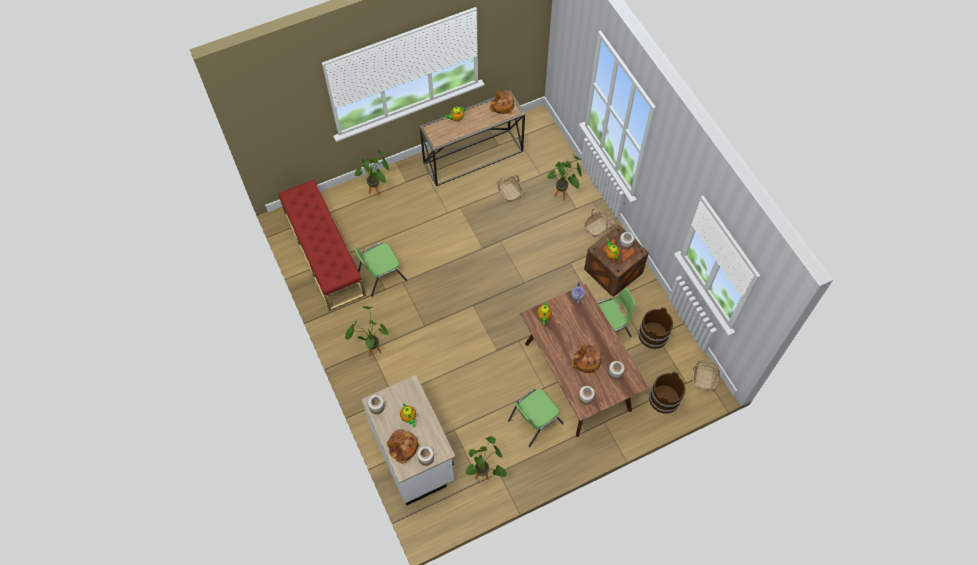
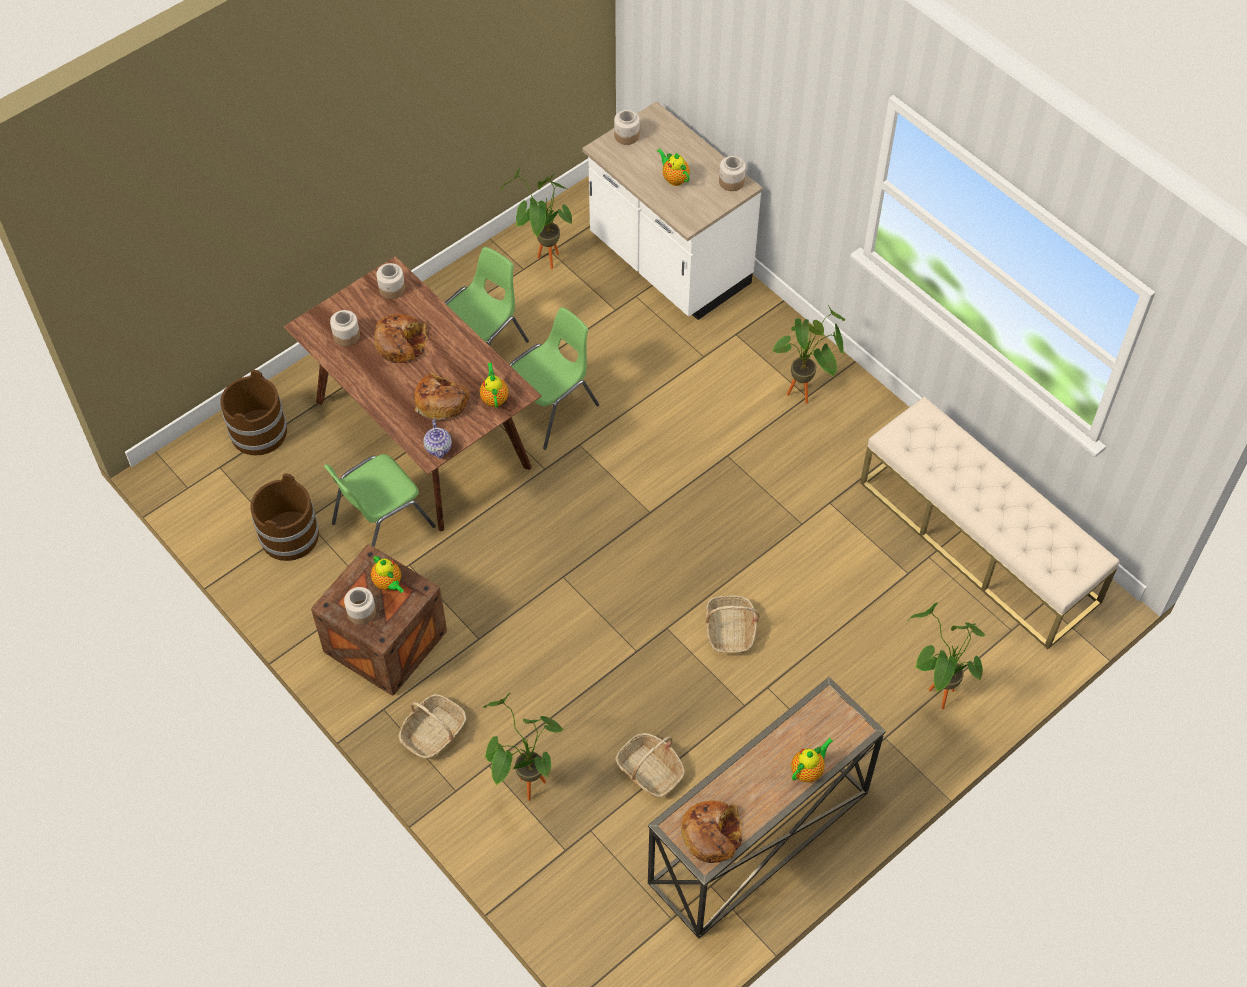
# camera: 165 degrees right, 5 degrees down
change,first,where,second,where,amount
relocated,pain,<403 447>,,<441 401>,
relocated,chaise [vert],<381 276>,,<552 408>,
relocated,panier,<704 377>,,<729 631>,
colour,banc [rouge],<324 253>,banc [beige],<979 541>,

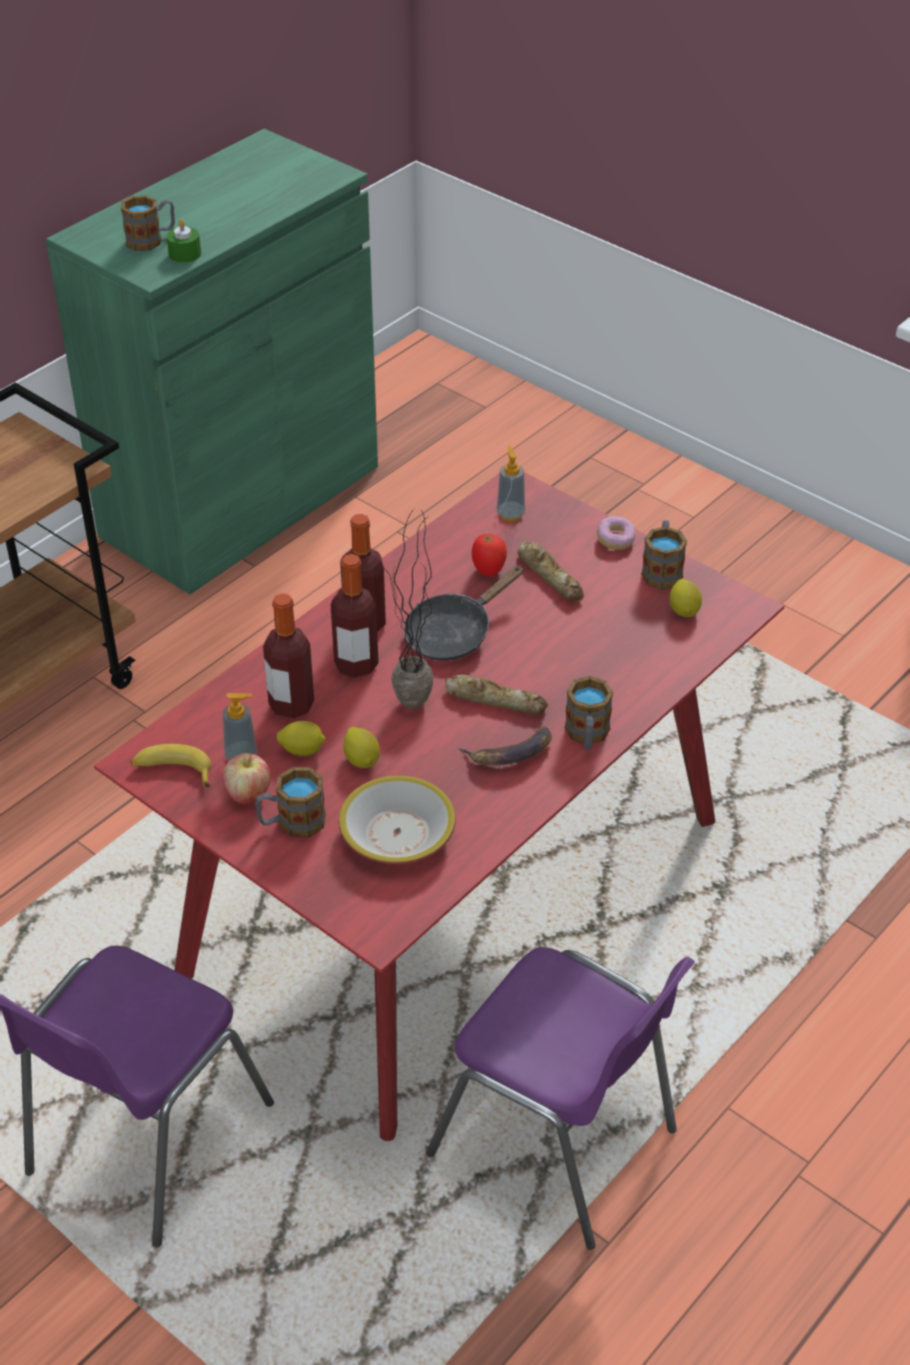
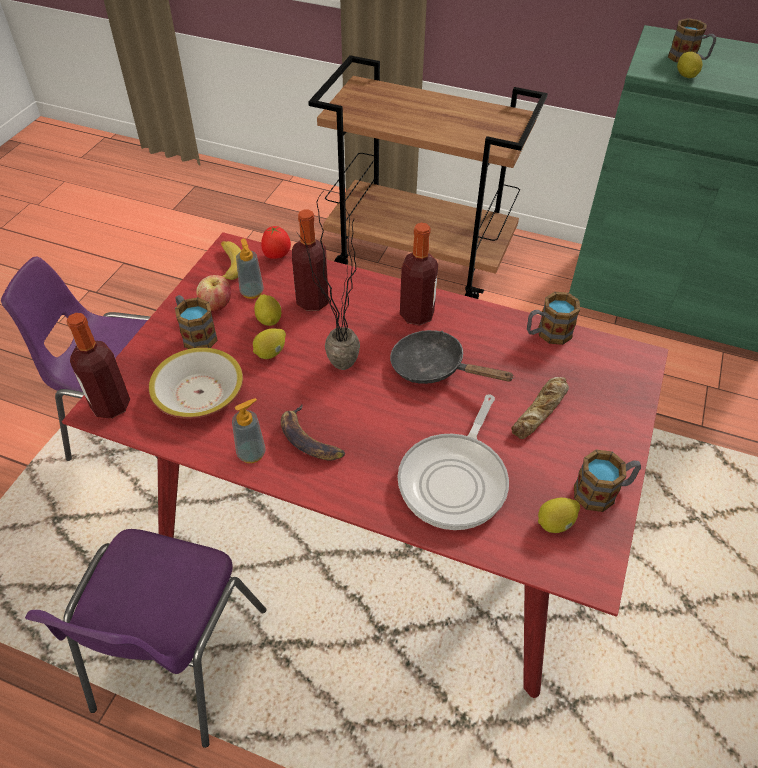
# camera: 70 degrees right, 5 degrees up
change,first,where,second,where,amount
relocated,bouteille,<356 665>,,<111 405>,
relocated,distributeur de savon,<510 514>,,<251 453>,
relocated,tomate,<488 570>,,<277 256>,
appeared,,,poêle,<455 480>,
relocated,mug,<587 735>,,<547 334>,
exchanged,bougie [vert],<185 254>,citron,<686 75>,
missing,pain,<495 700>,,,
missing,beignet,<615 540>,,,

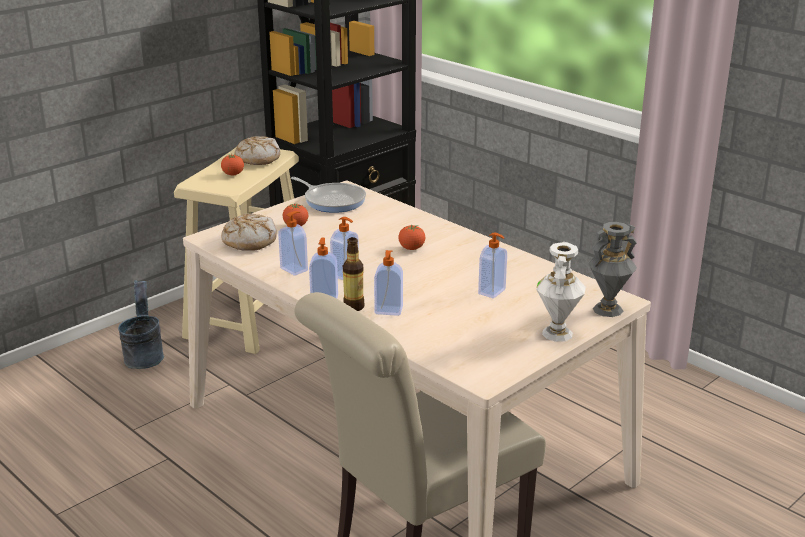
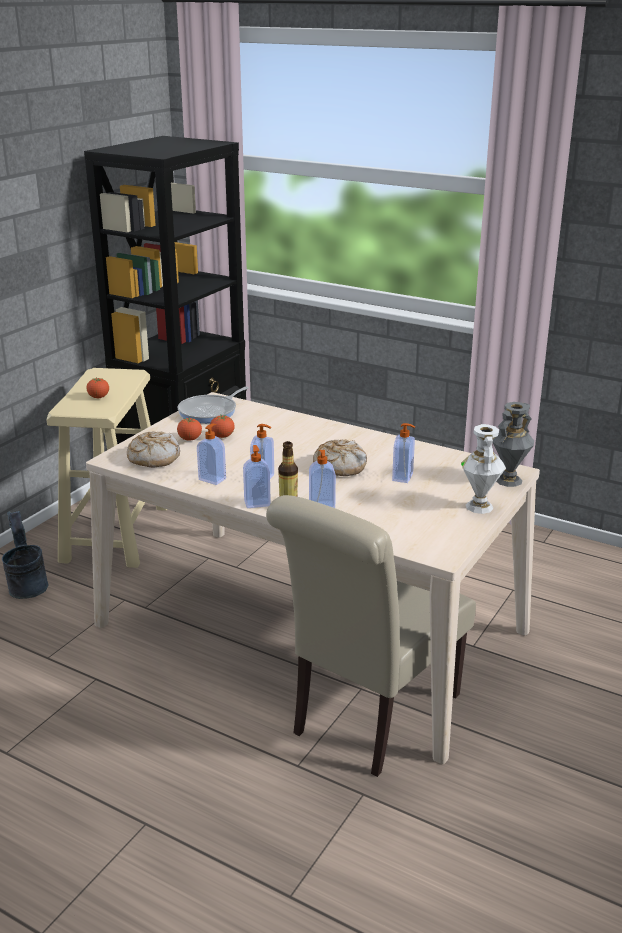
# camera: 15 degrees left, 0 degrees up
change,first,where,second,where,amount
spun,poêle,<332 200>,,<210 412>,105 degrees clockwise
relocated,tomate,<411 248>,,<222 436>,
relocated,pain,<257 158>,,<339 466>,

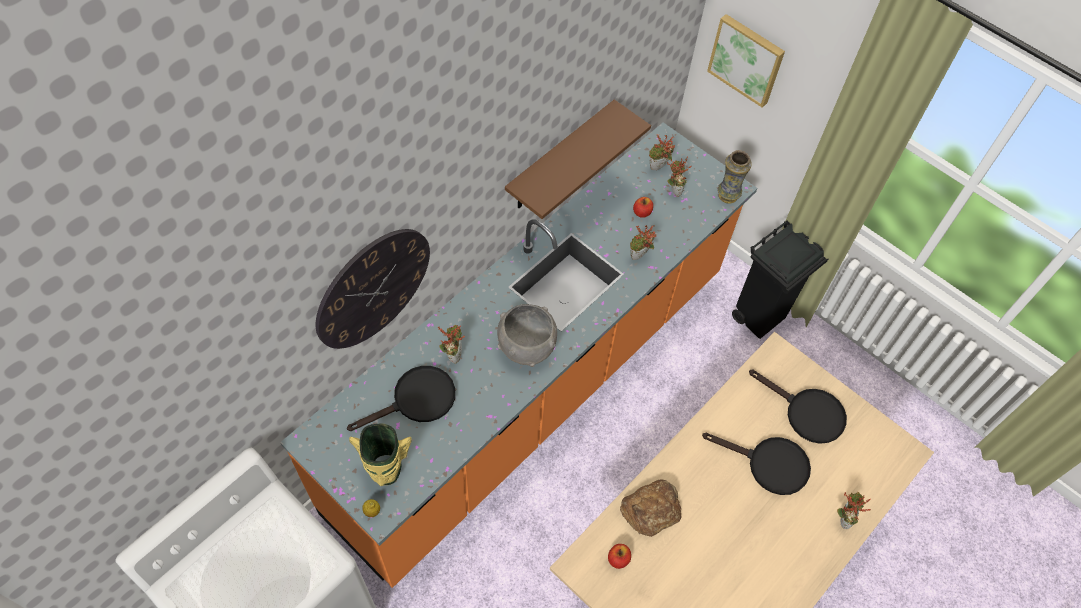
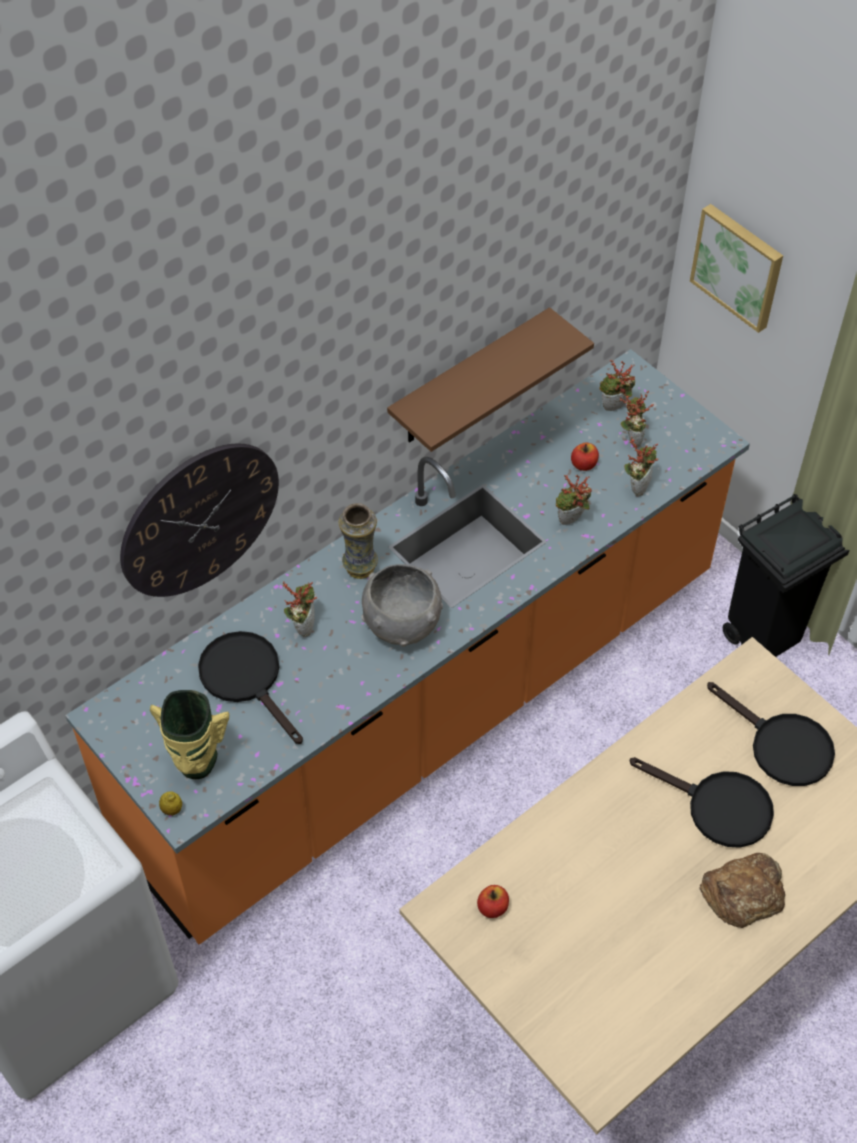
# camera: 10 degrees right, 5 degrees down
change,first,where,second,where,amount
spun,poêle [noir],<416 400>,,<247 679>,105 degrees counterclockwise
relocated,vase,<727 195>,,<360 567>,
relocated,plante en pot,<842 518>,,<637 486>,
relocated,pain,<651 509>,,<743 893>,

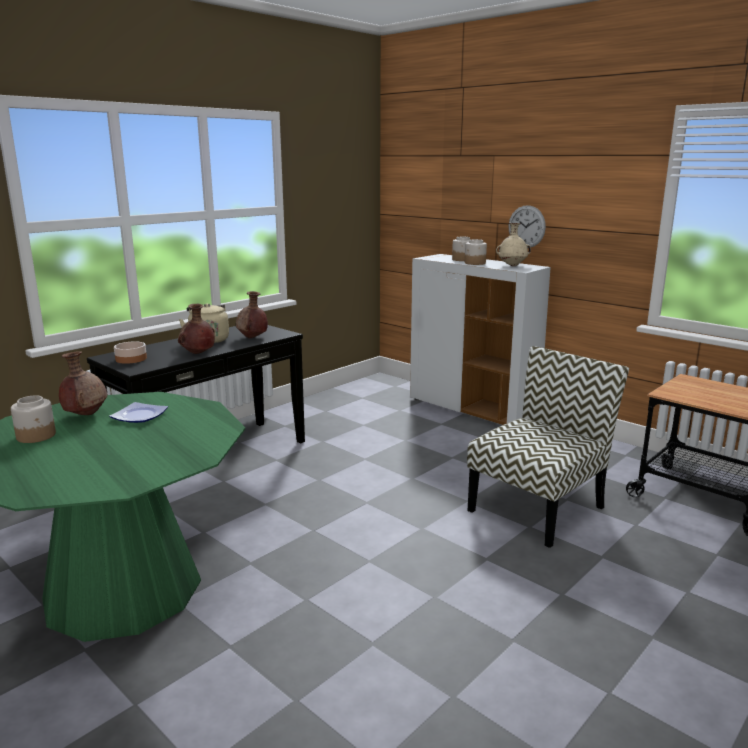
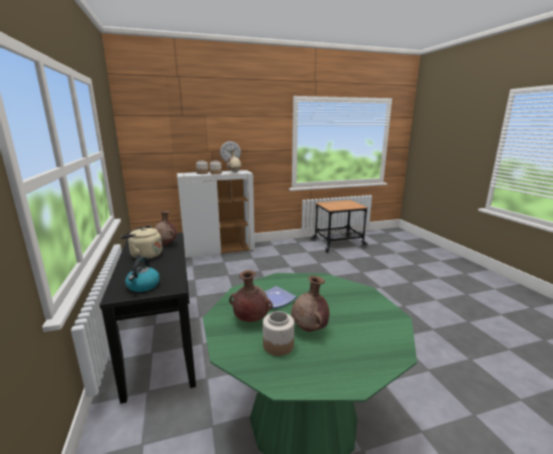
# camera: 60 degrees left, 0 degrees up
change,first,where,second,where,amount
exchanged,bol,<131 359>,bouilloire,<143 286>,
relocated,vase [marron],<197 354>,,<310 329>,
missing,chaise,<537 508>,,,

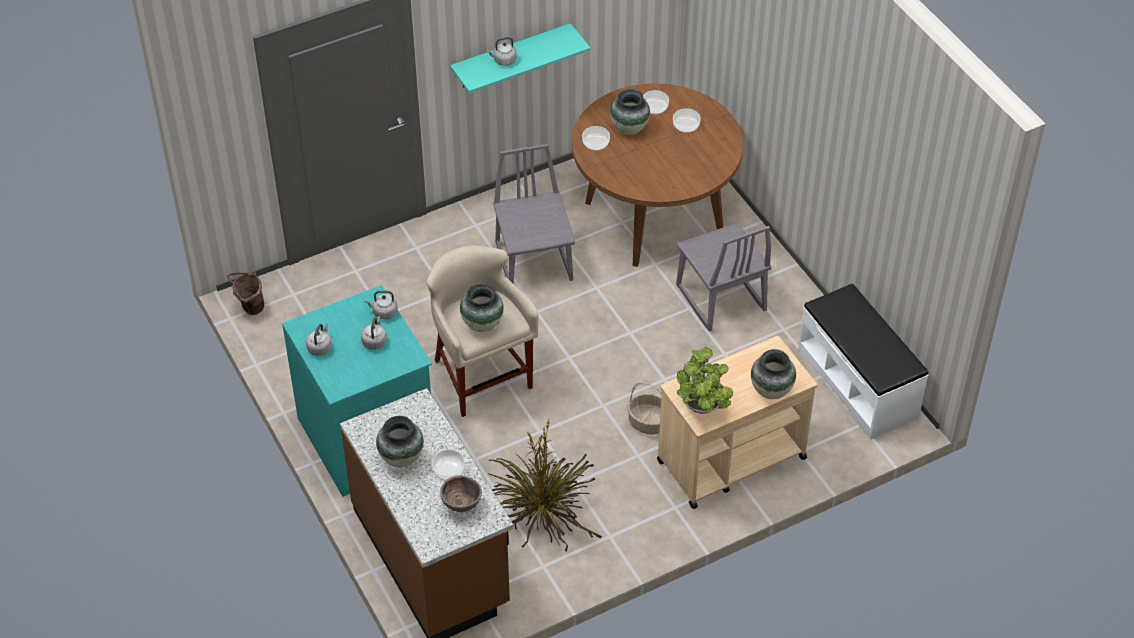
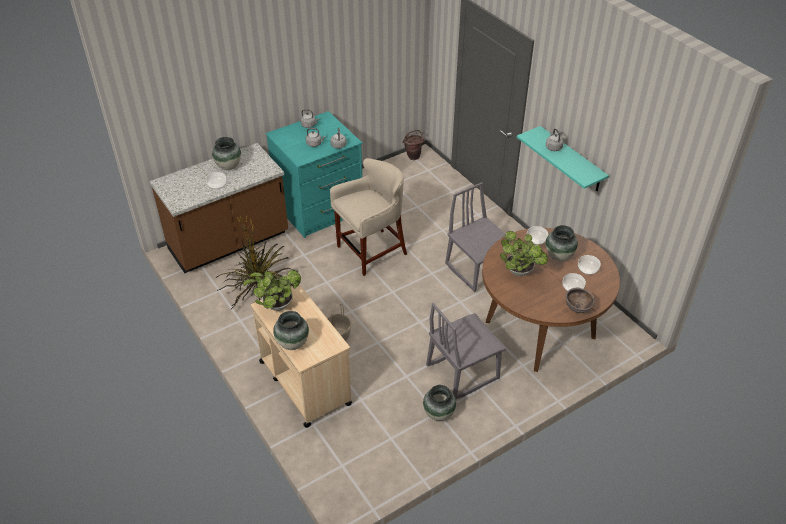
# camera: 85 degrees right, 5 degrees down
change,first,where,second,where,amount
relocated,vase,<482 324>,,<439 414>,
spun,chaise [gris],<535 262>,,<478 269>,105 degrees counterclockwise
appeared,,,plante en pot,<520 272>,
relocated,bol [marron],<461 505>,,<577 309>,
missing,banc [blanc],<858 383>,,,

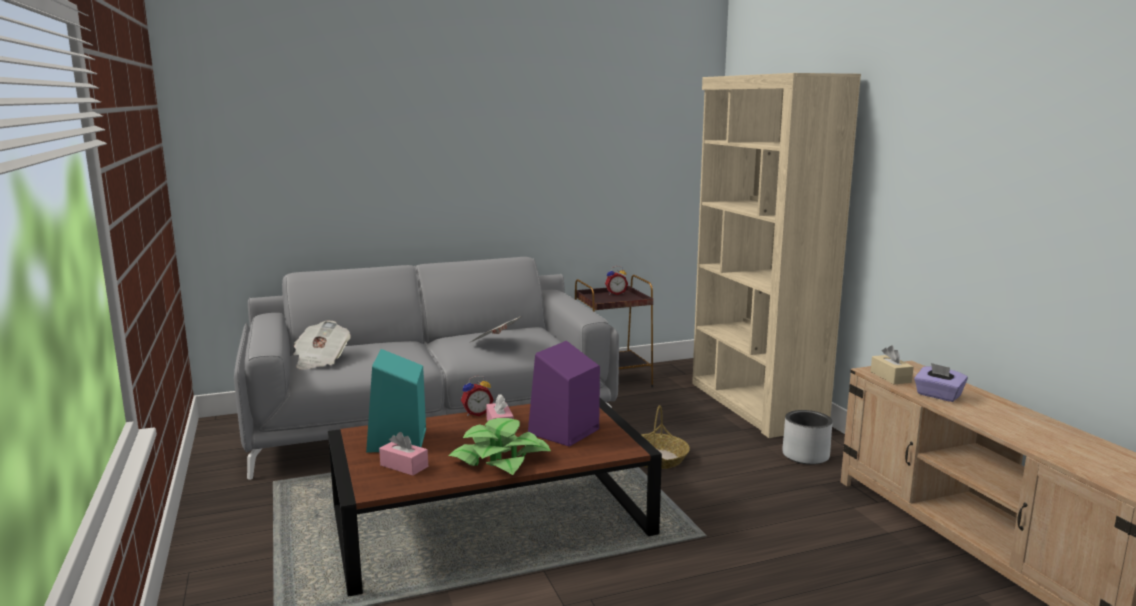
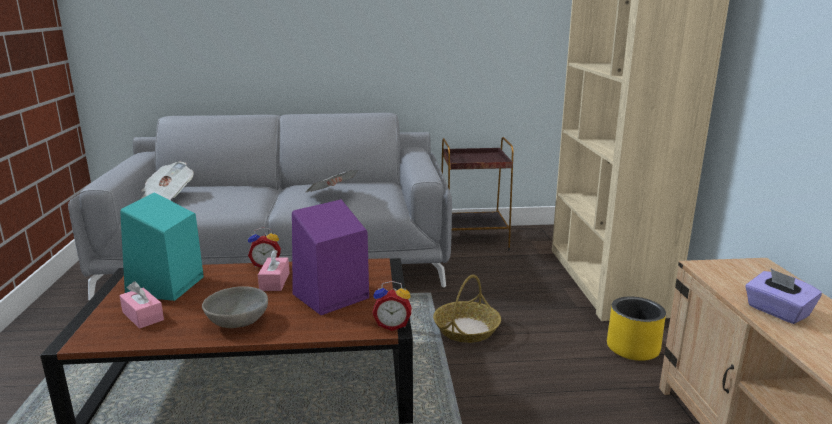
# camera: 15 degrees right, 5 degrees up
change,first,where,second,where,amount
exchanged,plante en pot,<500 460>,bol [gris],<238 322>,
relocated,réveil,<615 293>,,<392 325>,
colour,cache-pot [gris],<806 456>,cache-pot [jaune],<633 348>,
missing,boîte à mouchoirs [beige],<890 377>,,,

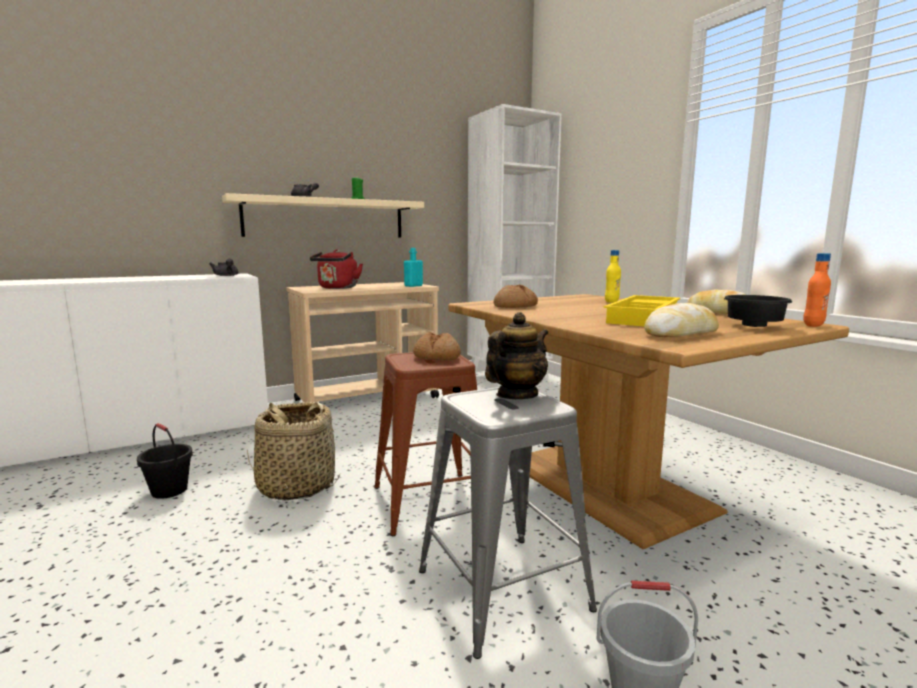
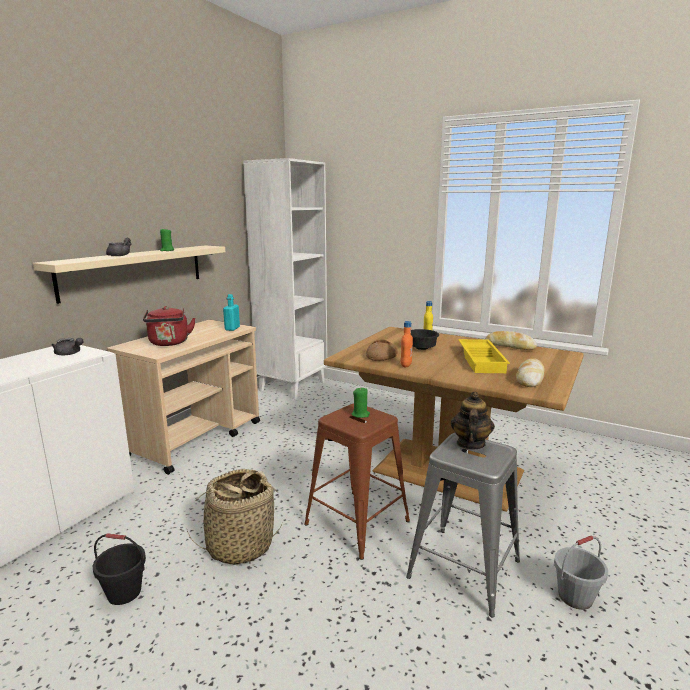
# camera: 30 degrees left, 5 degrees up
change,first,where,second,where,amount
exchanged,pain,<436 357>,bougie [vert],<360 414>,
relocated,bouteille [orange],<813 325>,,<406 365>,
relocated,bol [noir],<751 326>,,<420 348>,

